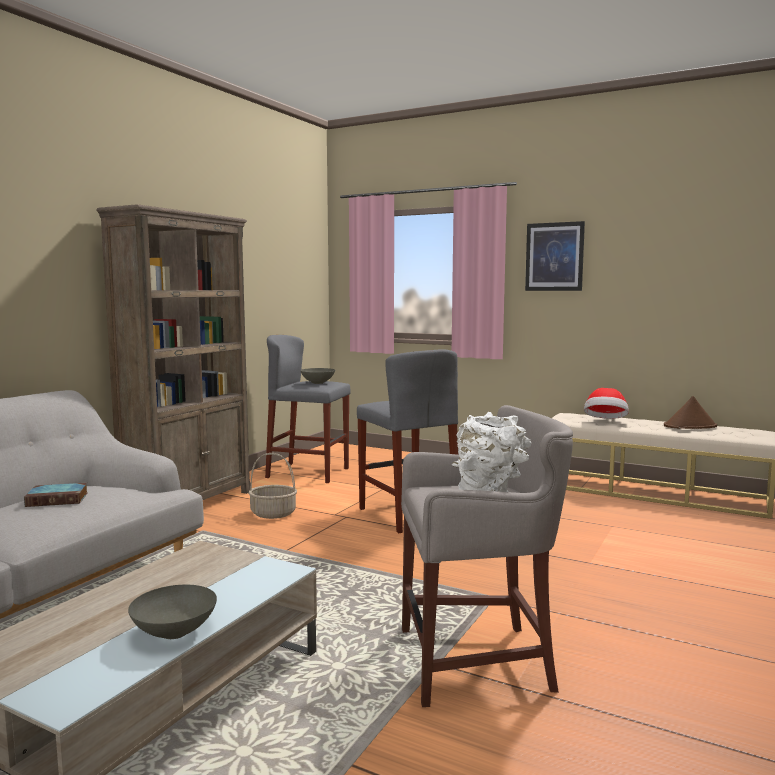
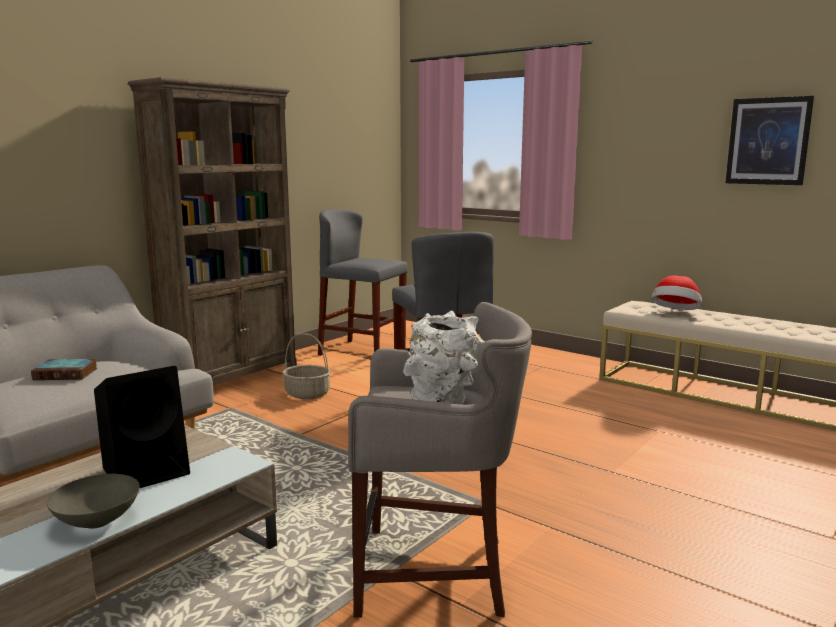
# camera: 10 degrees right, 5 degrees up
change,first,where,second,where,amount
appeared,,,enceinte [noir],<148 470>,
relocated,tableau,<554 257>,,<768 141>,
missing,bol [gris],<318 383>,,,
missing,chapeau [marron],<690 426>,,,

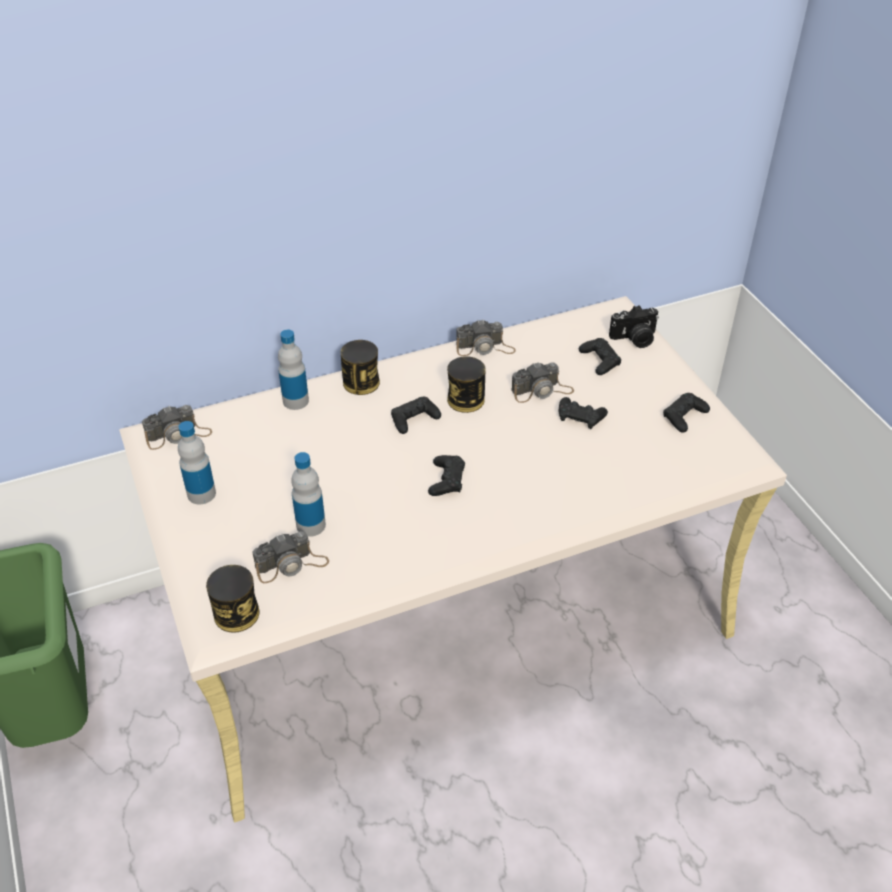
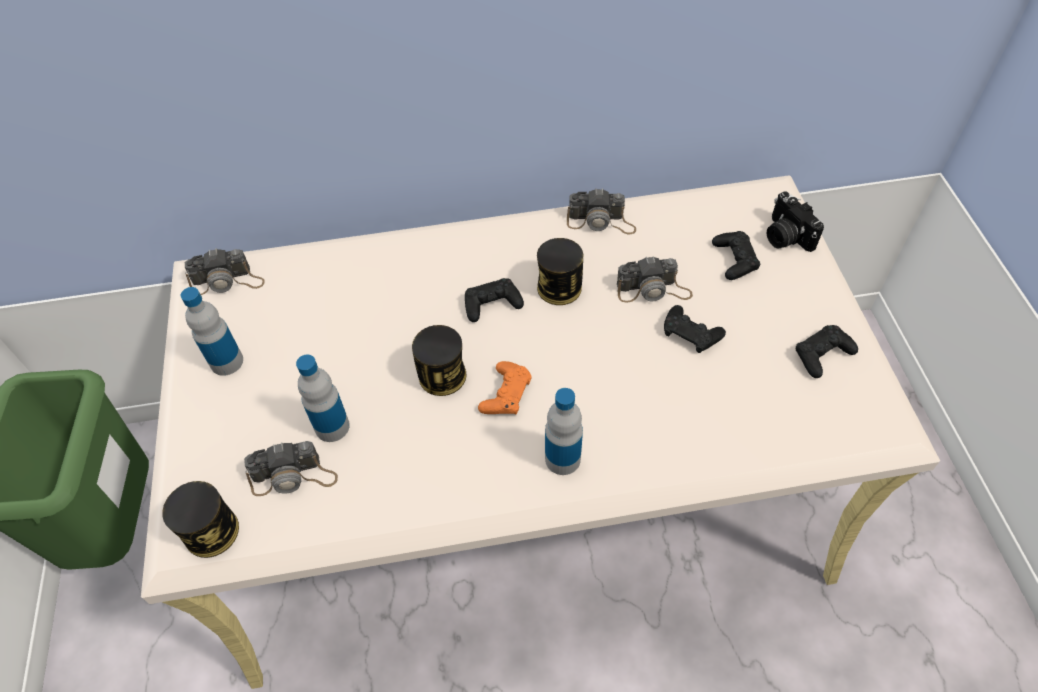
# camera: 15 degrees right, 10 degrees up
change,first,where,second,where,amount
relocated,boîte métallique,<361 382>,,<442 375>,
colour,manette [noir],<447 480>,manette [orange],<506 394>,
relocated,bouteille,<295 401>,,<562 459>,
spun,appareil photo,<634 339>,,<785 236>,60 degrees clockwise

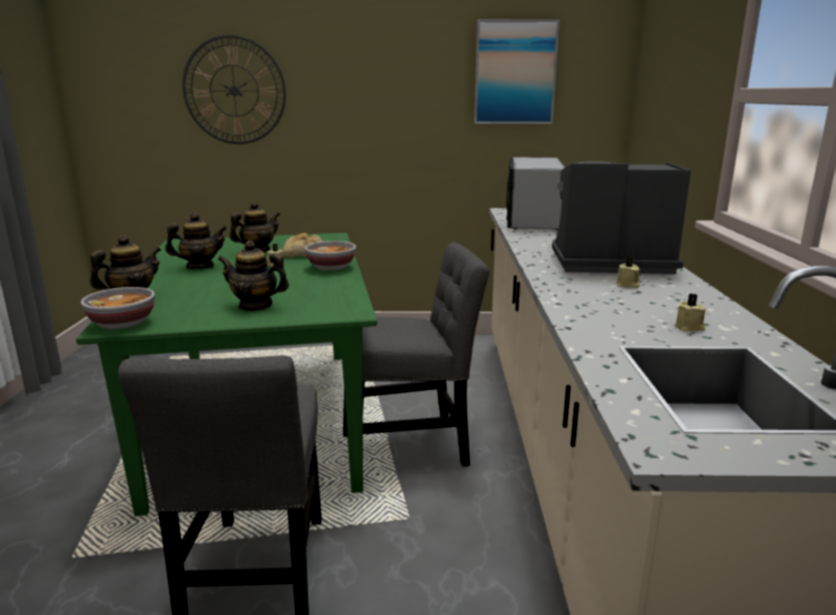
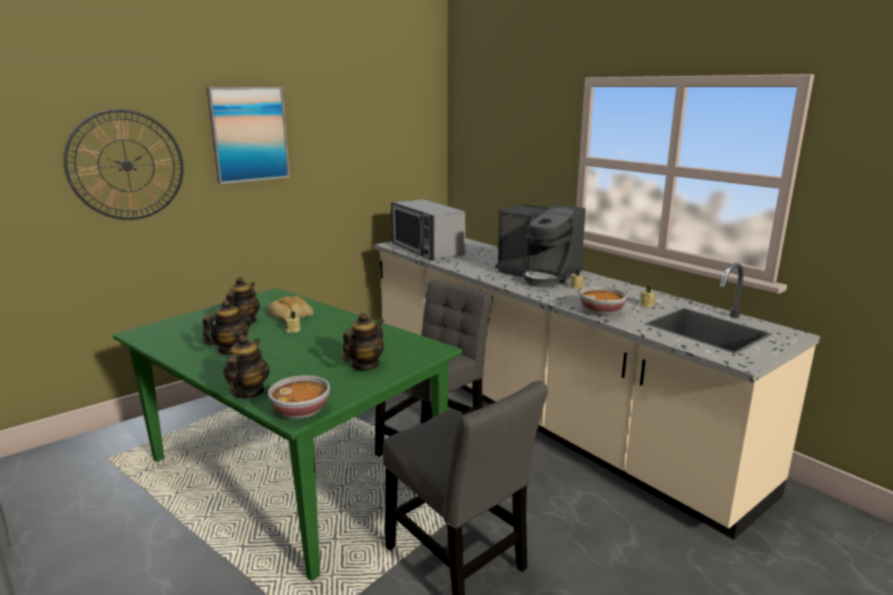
# camera: 40 degrees left, 0 degrees up
change,first,where,second,where,amount
relocated,tableau,<515 73>,,<249 134>,
spun,théière,<255 306>,,<364 365>,150 degrees clockwise
spun,machine à café,<607 263>,,<539 275>,105 degrees counterclockwise
relocated,bol,<331 267>,,<602 312>,

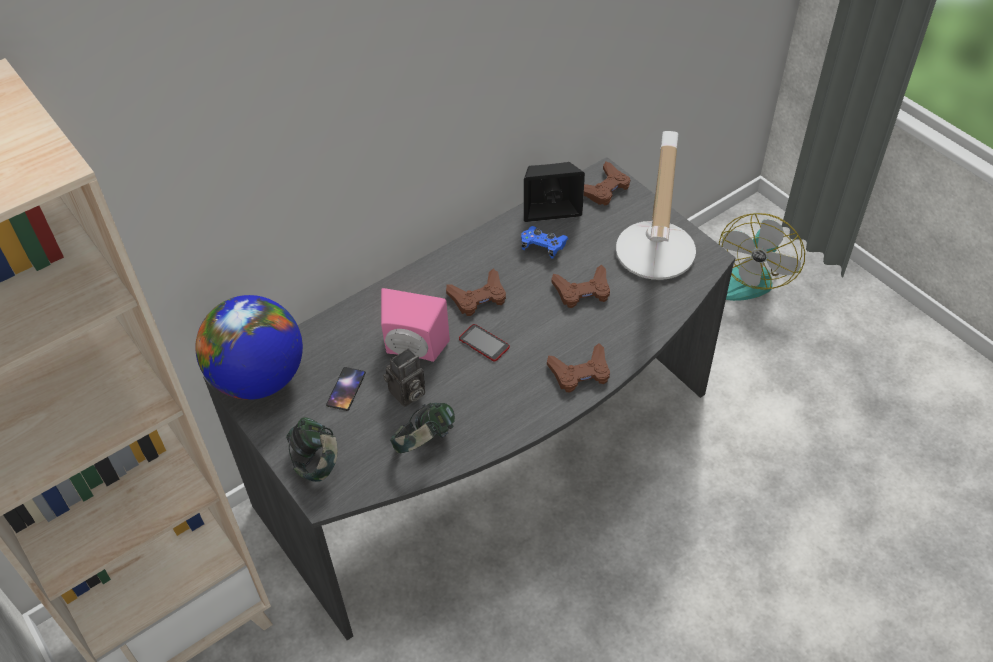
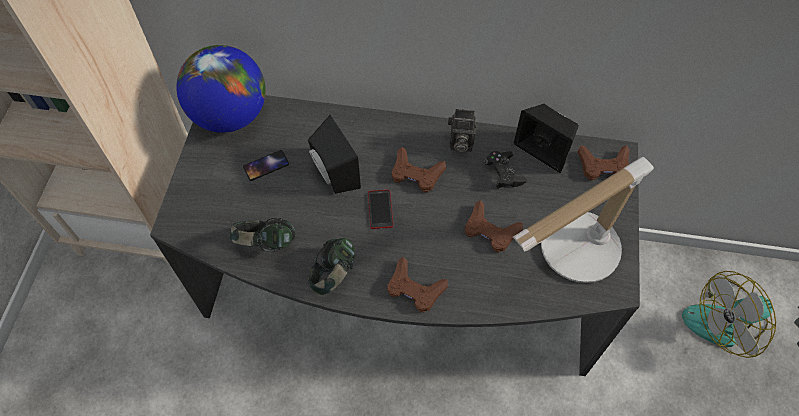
# camera: 45 degrees right, 10 degrees up
change,first,where,second,where,amount
colour,enceinte [rose],<413 350>,enceinte [noir],<333 175>,
relocated,casque audio,<316 462>,,<334 275>,
relocated,appareil photo,<407 395>,,<459 143>,
colour,manette [bleu],<543 247>,manette [noir],<503 174>,

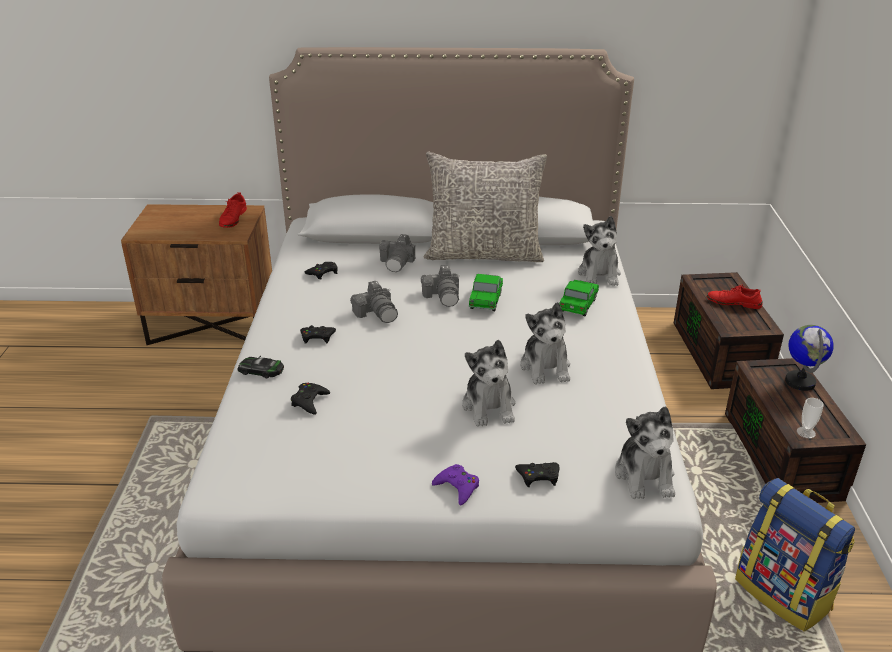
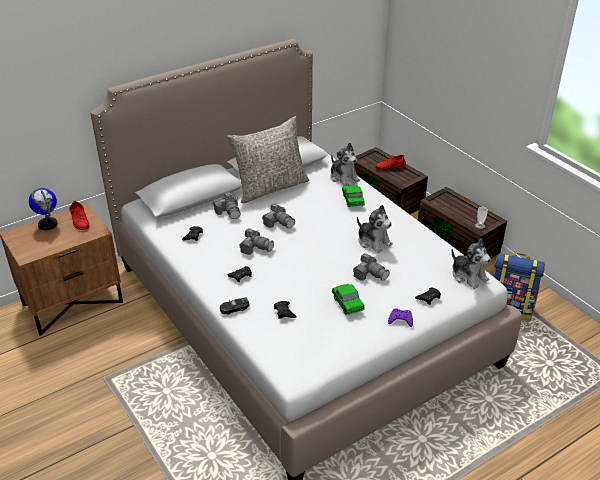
# camera: 35 degrees left, 5 degrees up
change,first,where,second,where,amount
relocated,globe,<800 382>,,<48 224>,
relocated,petite voiture,<485 301>,,<347 304>,
exchanged,peluche,<489 406>,appareil photo,<370 274>,

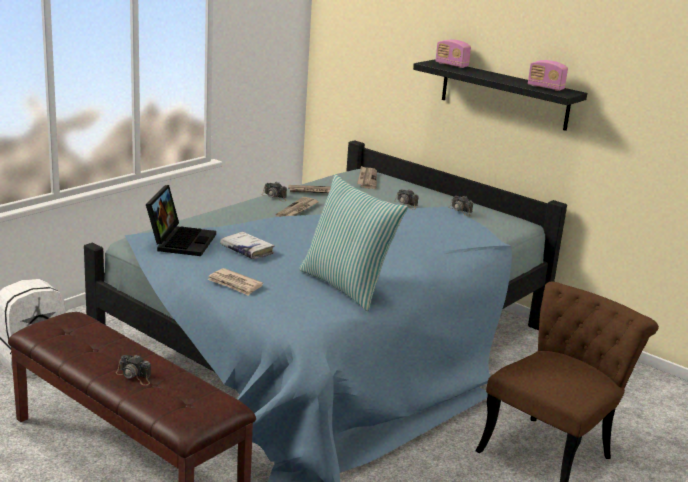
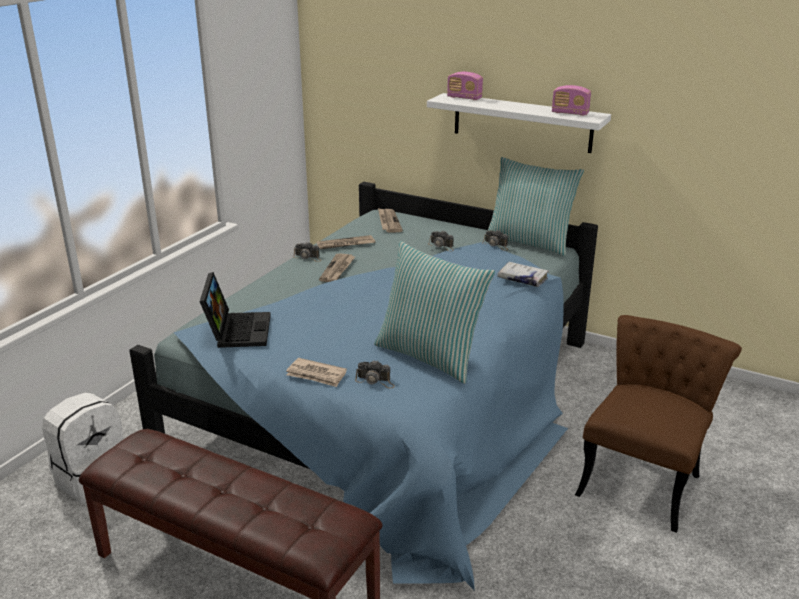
# camera: 10 degrees left, 5 degrees up
change,first,where,second,where,amount
relocated,appareil photo,<135 376>,,<375 381>,
colour,étagère [noir],<504 94>,étagère [blanc],<522 122>,
appeared,,,coussin,<529 242>,
relocated,livre [blanc],<247 250>,,<522 279>,

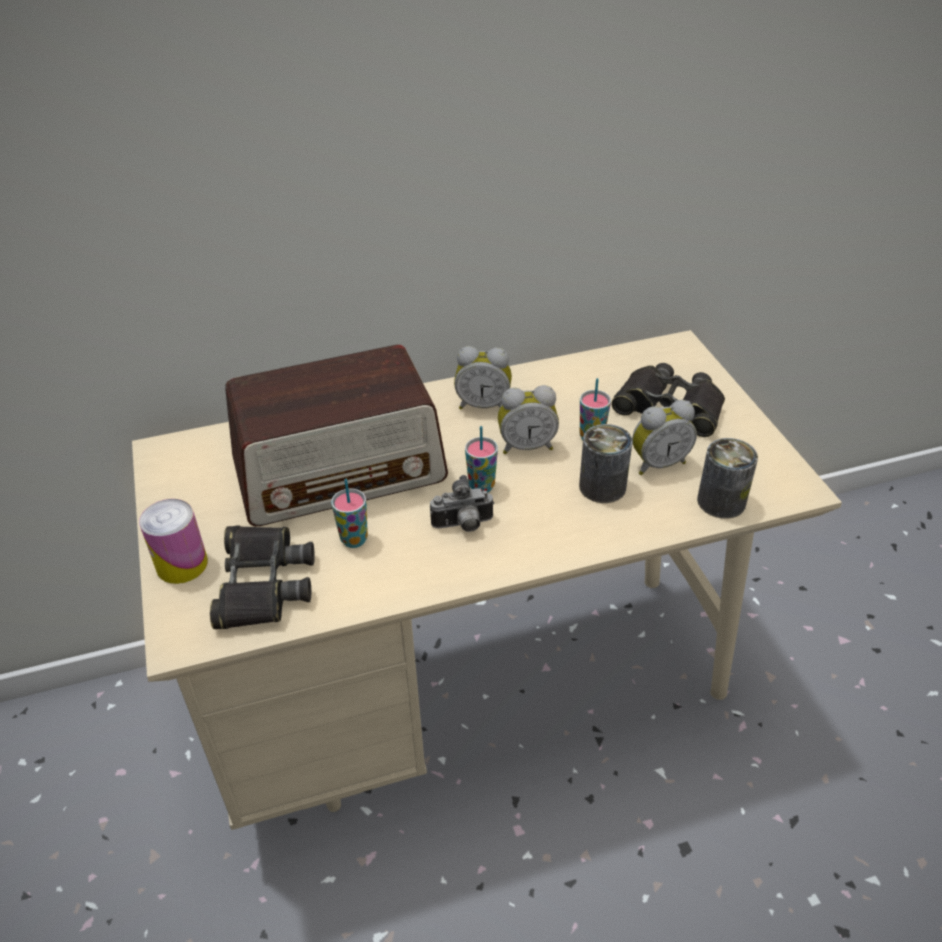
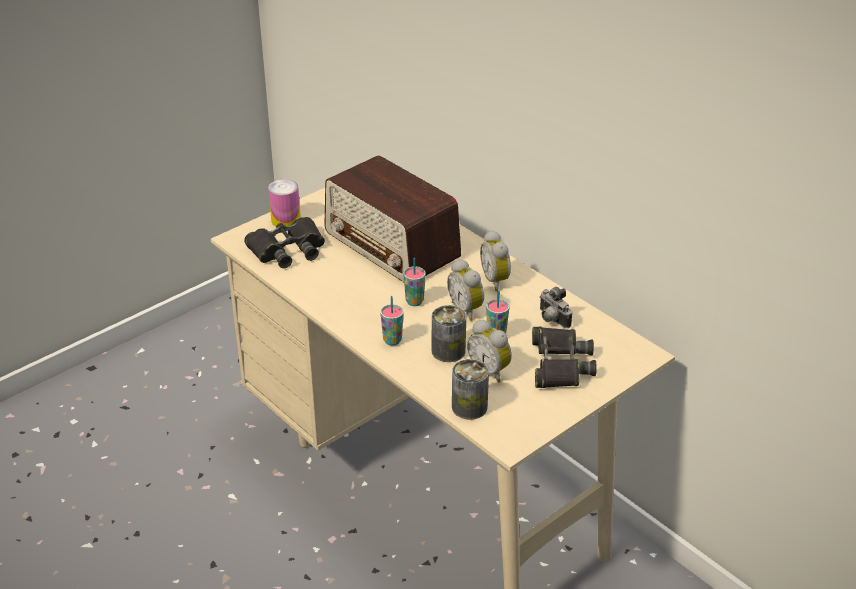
# camera: 65 degrees right, 5 degrees down
change,first,where,second,where,amount
relocated,tasse,<354 539>,,<392 340>,
relocated,appareil photo,<463 525>,,<551 319>,

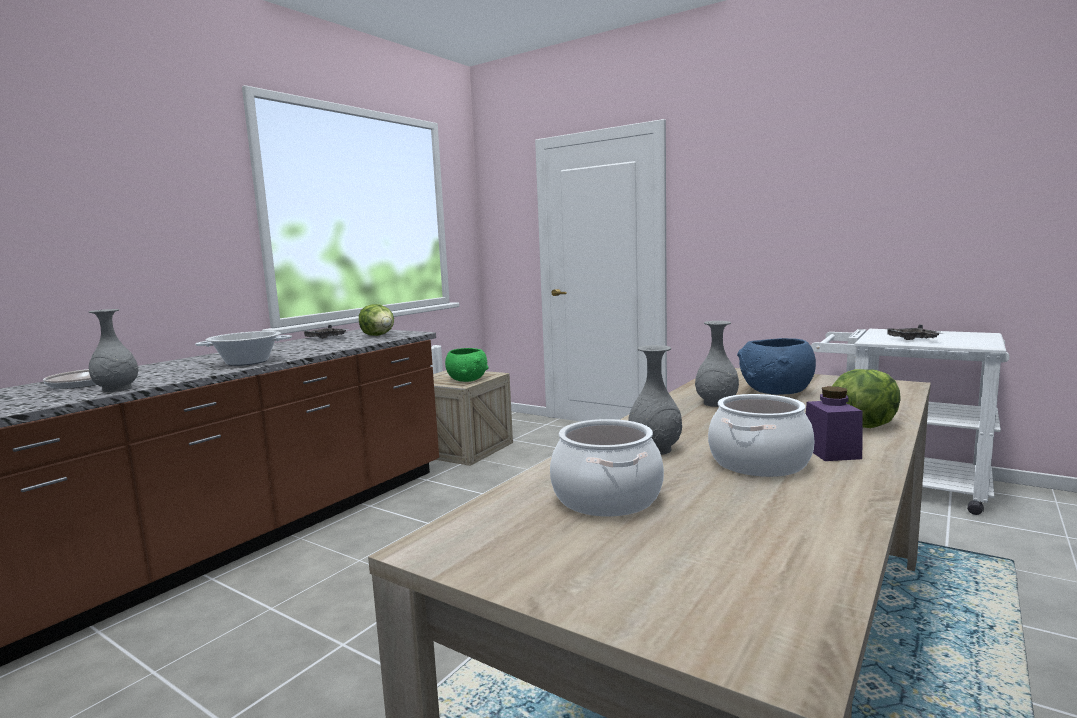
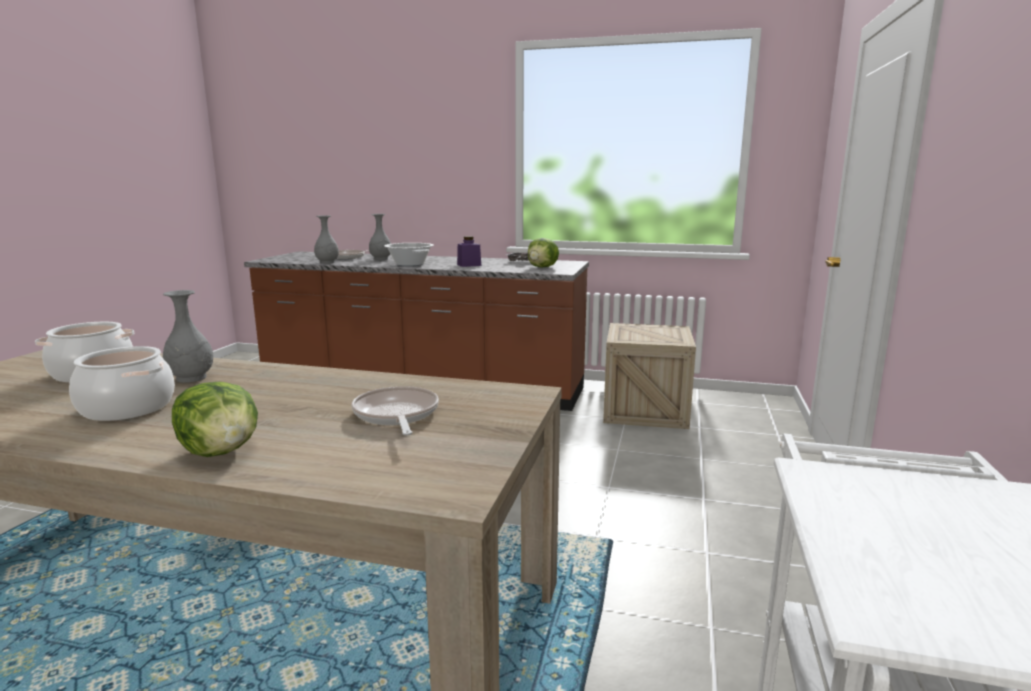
# camera: 70 degrees right, 5 degrees up
change,first,where,second,where,amount
exchanged,bol [bleu],<776 392>,poêle,<396 415>,
relocated,vase [gris],<716 403>,,<380 259>,
relocated,bocal [violet],<831 452>,,<469 265>,
missing,bol [vert],<468 380>,,,
missing,plateau [gris],<912 340>,,,

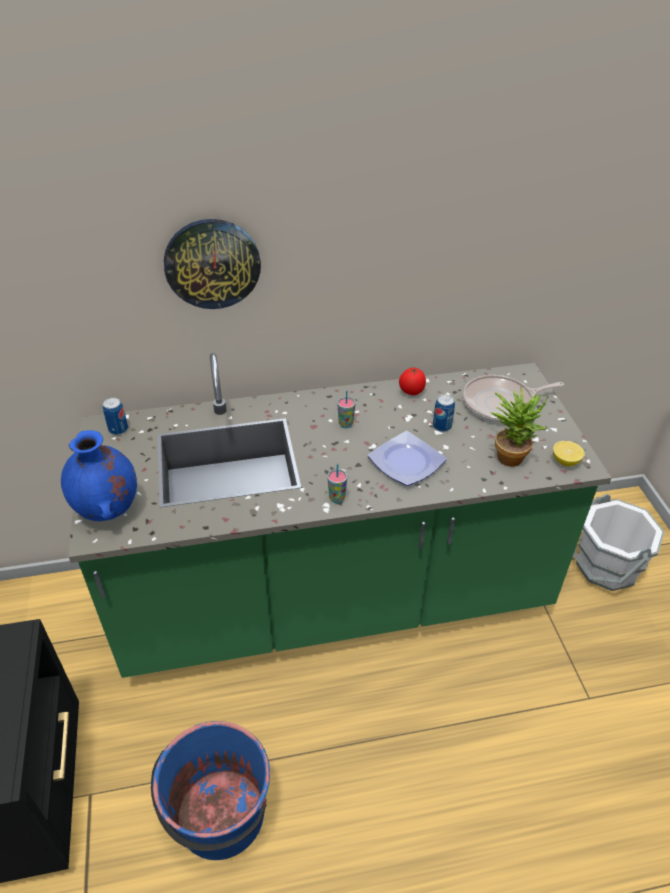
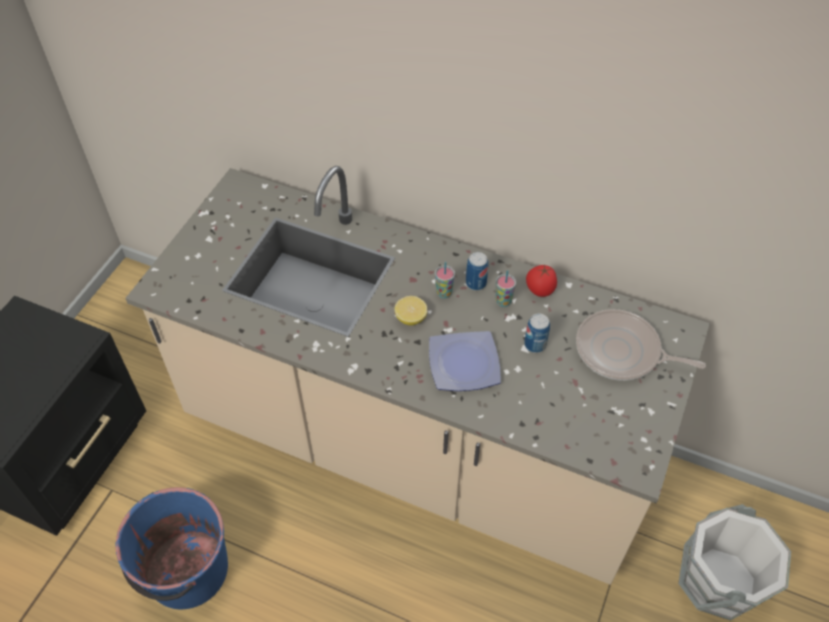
# camera: 35 degrees right, 10 degrees up
change,first,where,second,where,amount
colour,comptoir de cuisine [vert],<334 597>,comptoir de cuisine [beige],<414 444>,
relocated,citron,<565 461>,,<411 318>,
relocated,boîte métallique,<118 429>,,<476 283>,
relocated,tasse,<337 498>,,<503 301>,
missing,vase [bleu],<109 511>,,,
missing,horloge murale,<212 264>,,,
missing,plante en pot,<510 454>,,,

